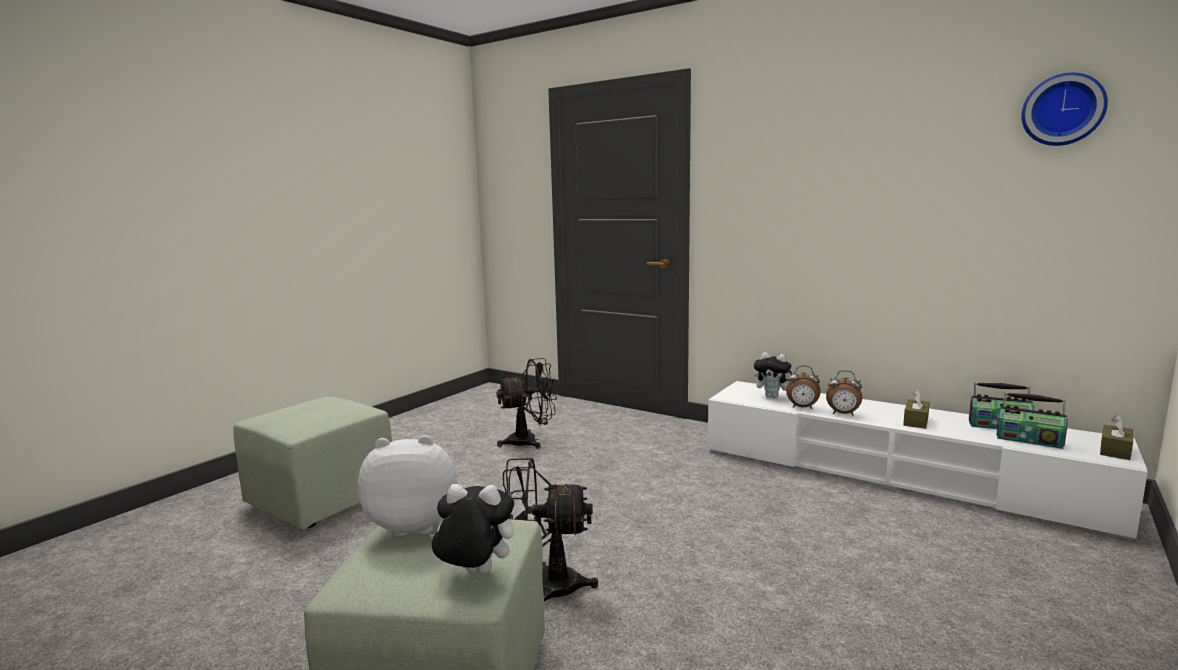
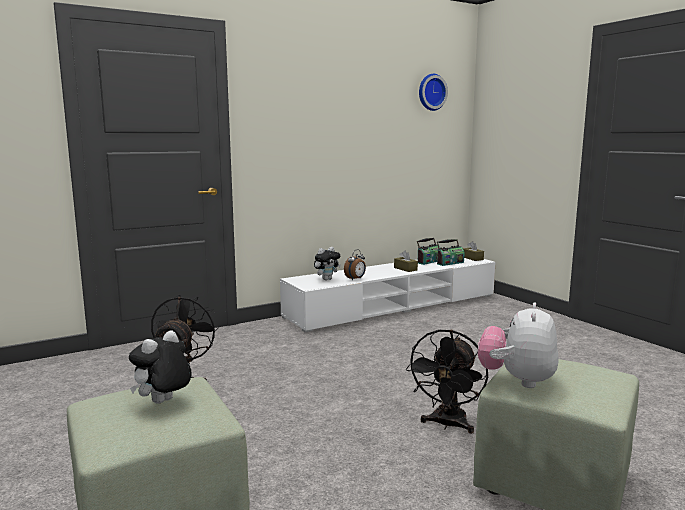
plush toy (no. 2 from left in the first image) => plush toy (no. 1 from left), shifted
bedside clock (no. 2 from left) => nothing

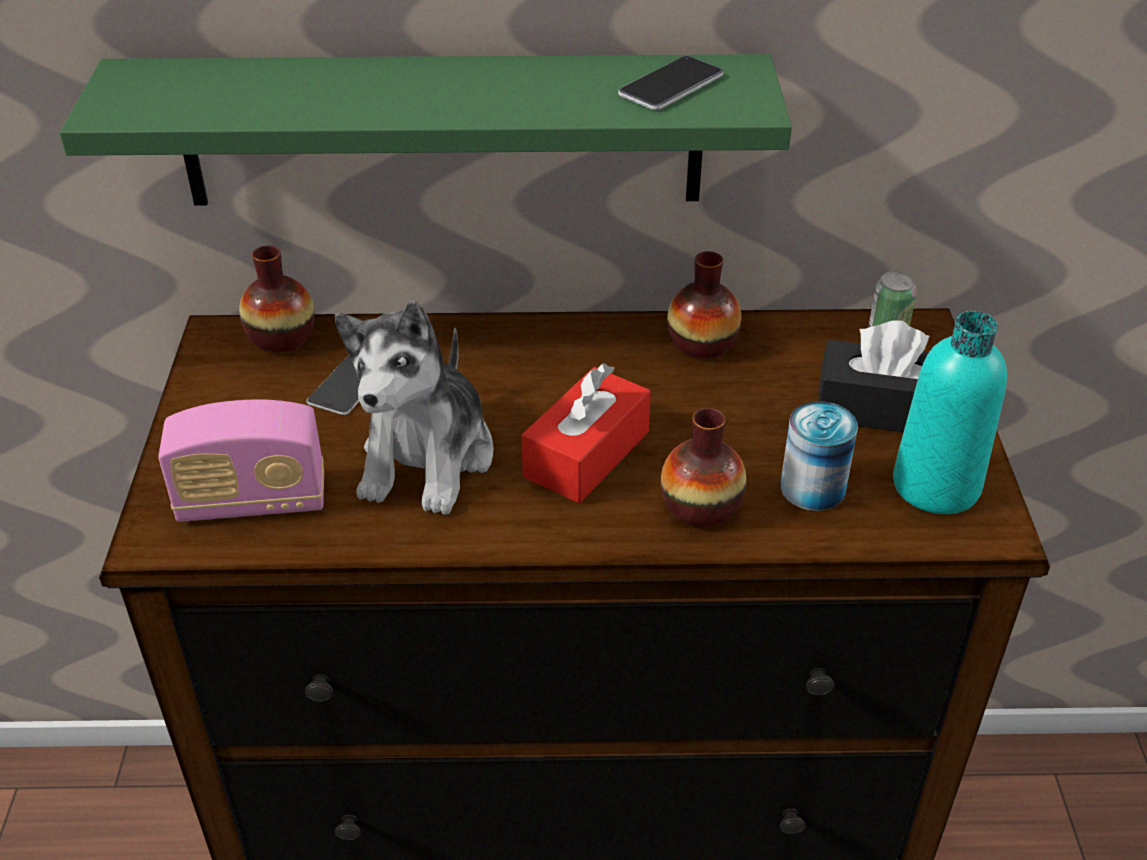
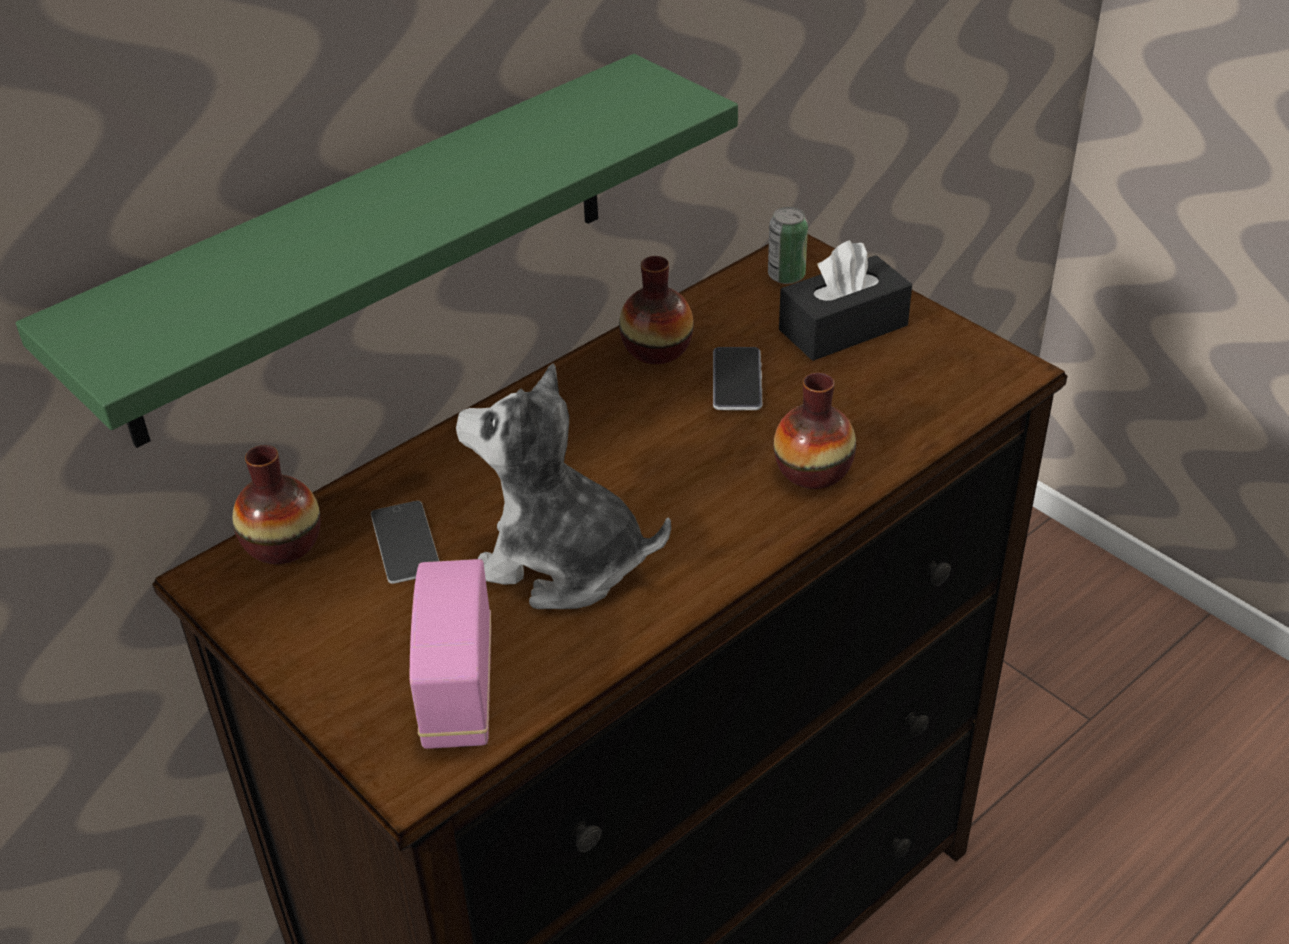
radio receiver, 135 degrees clockwise
plush toy, 135 degrees clockwise
red-coloured tissue holder => nothing
phone (no. 2 from left), shifted
can (no. 1 from left) => nothing
blue-green beverage bottle => nothing

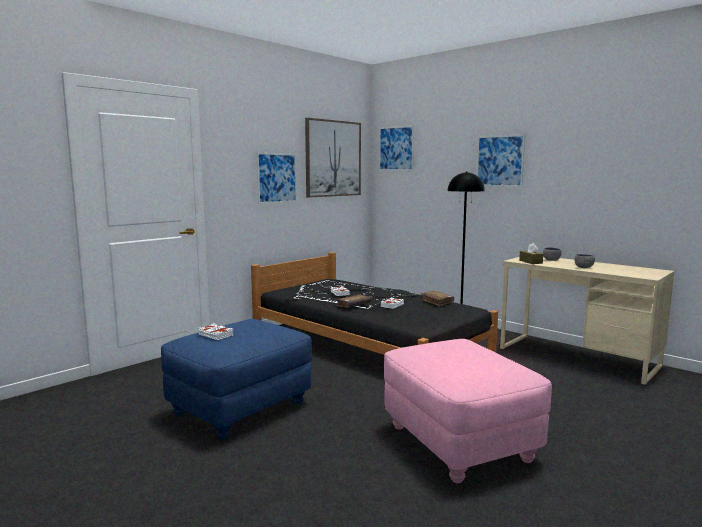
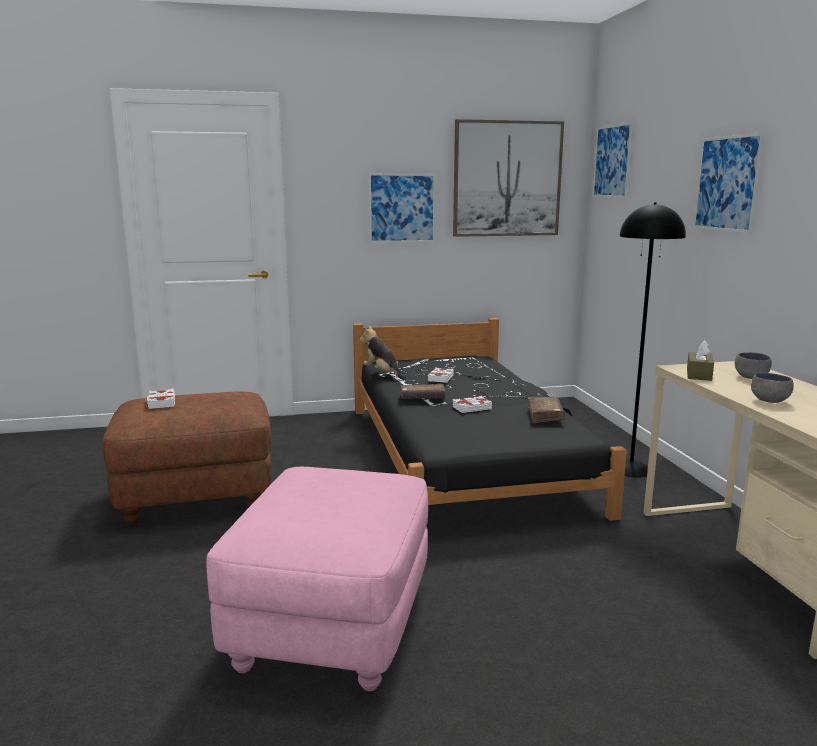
blue pouffe => brownish pouffe
nothing => plush toy

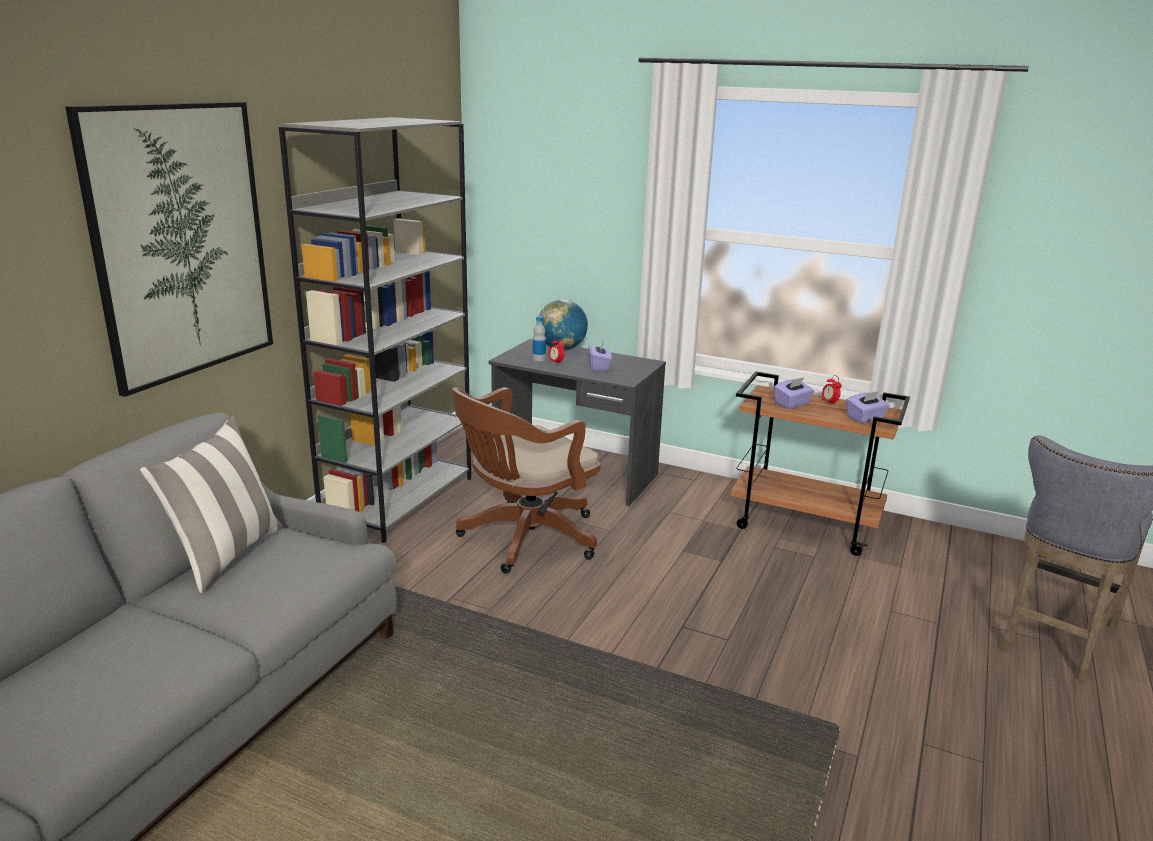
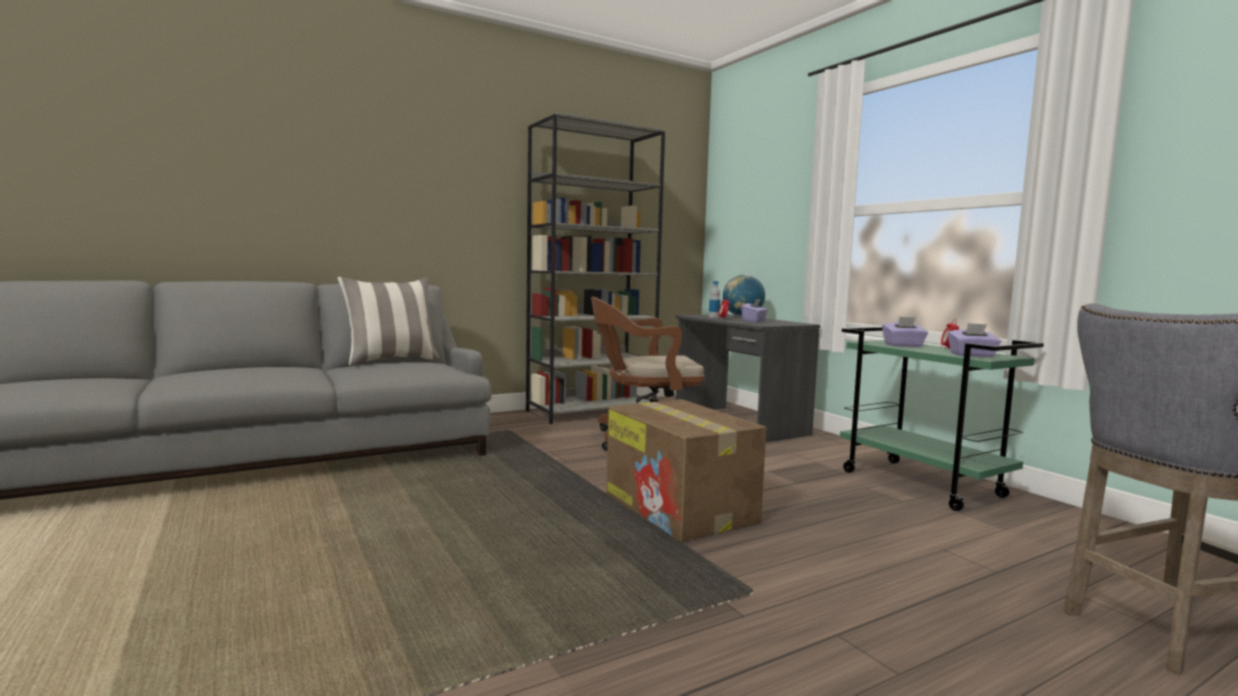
wall picture => nothing
brownish trolley => green-coloured trolley
nothing => packing box

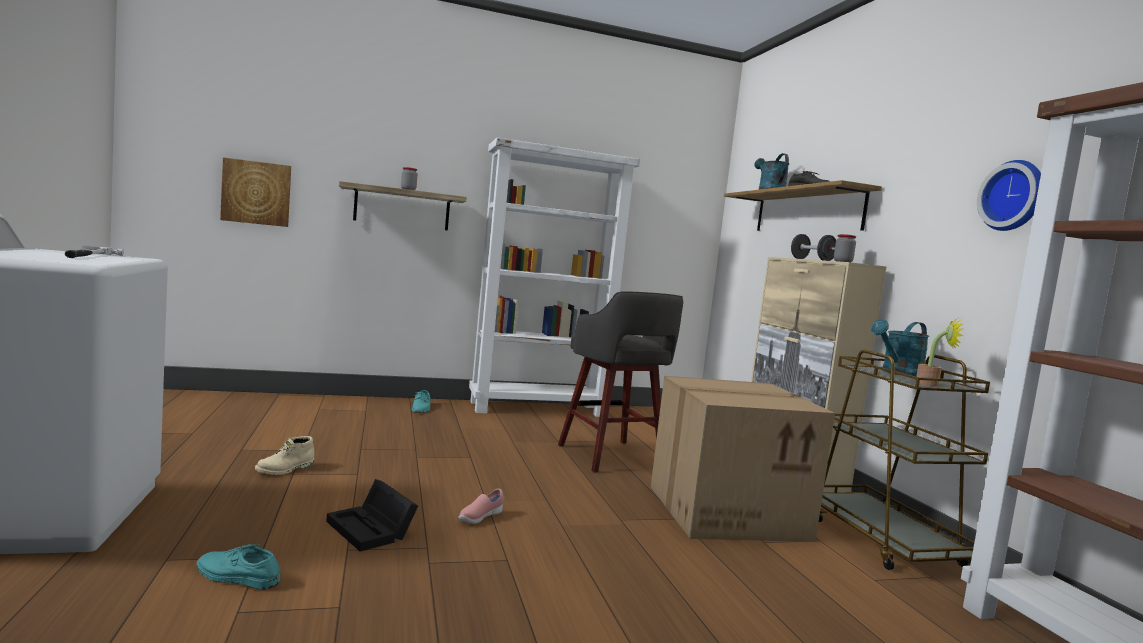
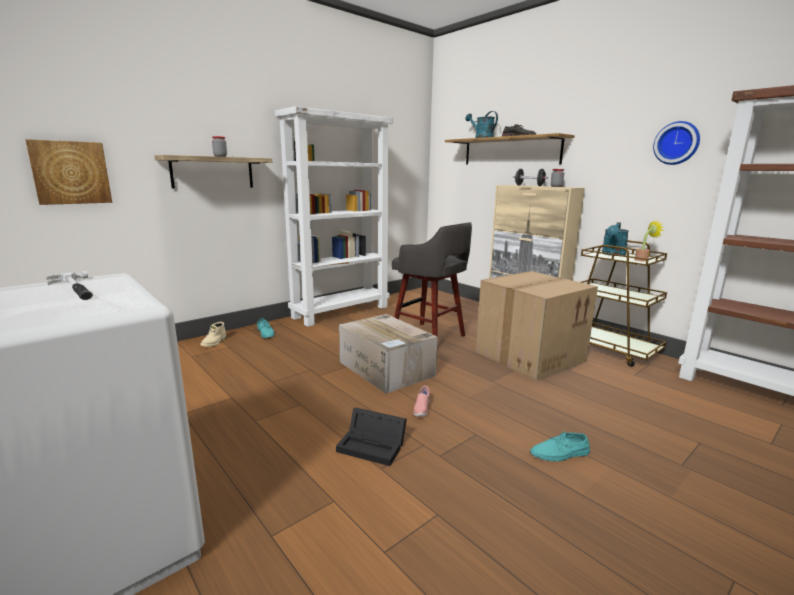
blue-green item of footwear (no. 1 from left in the first image) => blue-green item of footwear (no. 2 from left), shifted
beige tall boot, shifted
nothing => packing box (no. 1 from left)

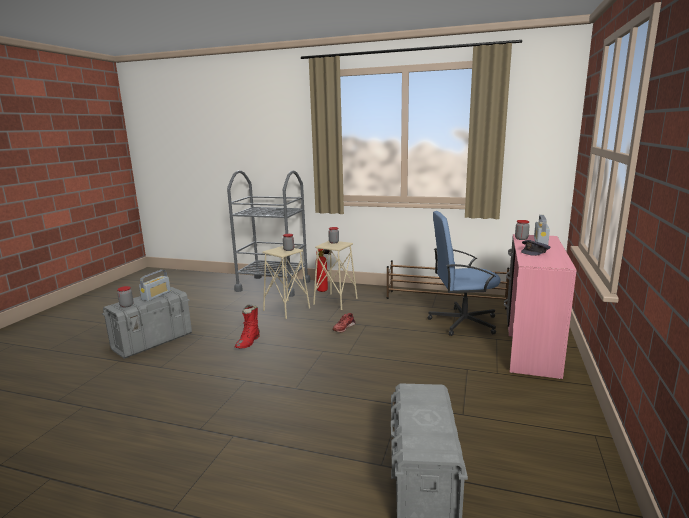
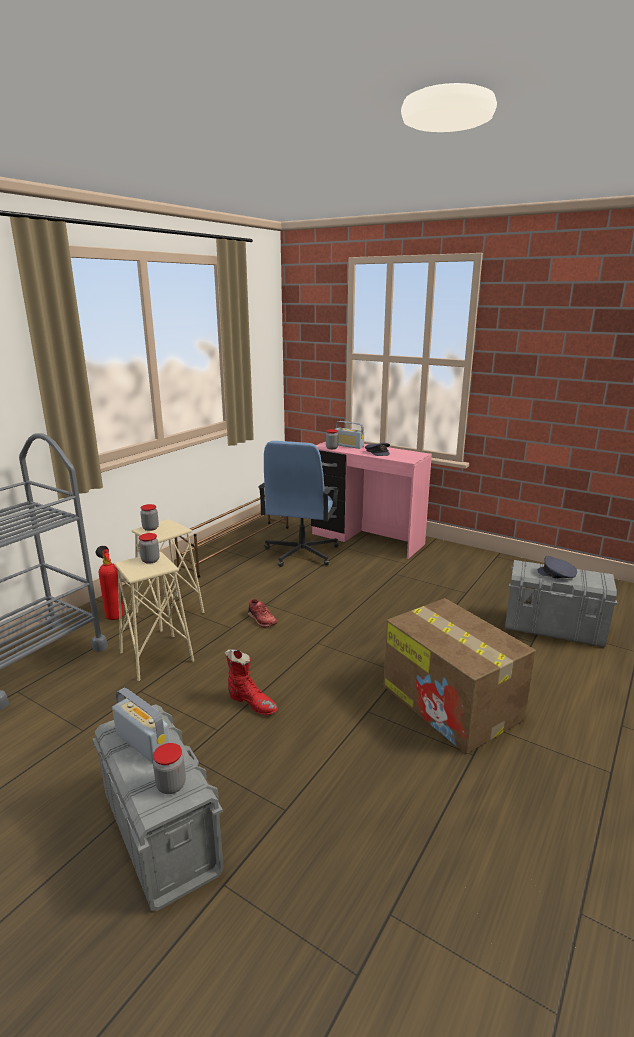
nothing => packing box
nothing => greyish baseball cap (no. 2 from left)

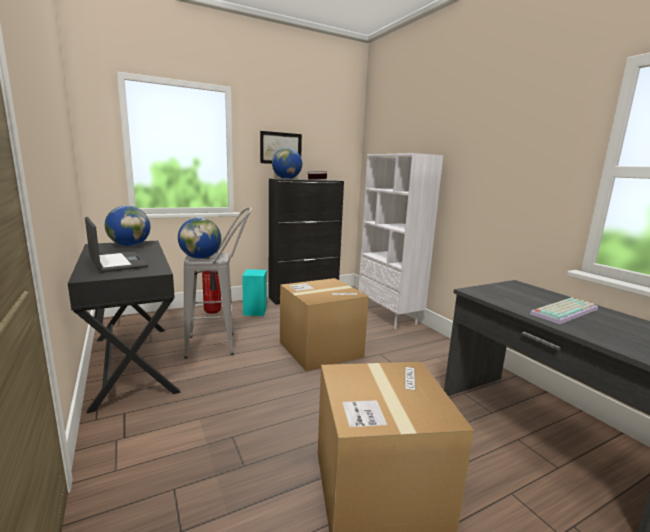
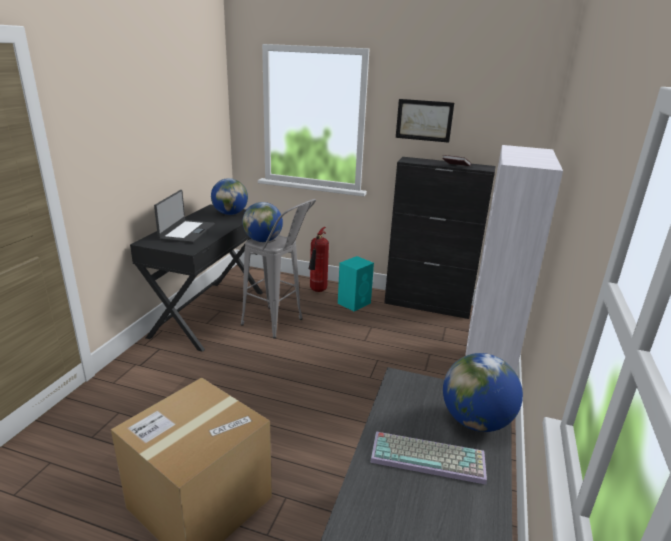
world globe (no. 3 from left), shifted
packing box (no. 1 from left) => nothing

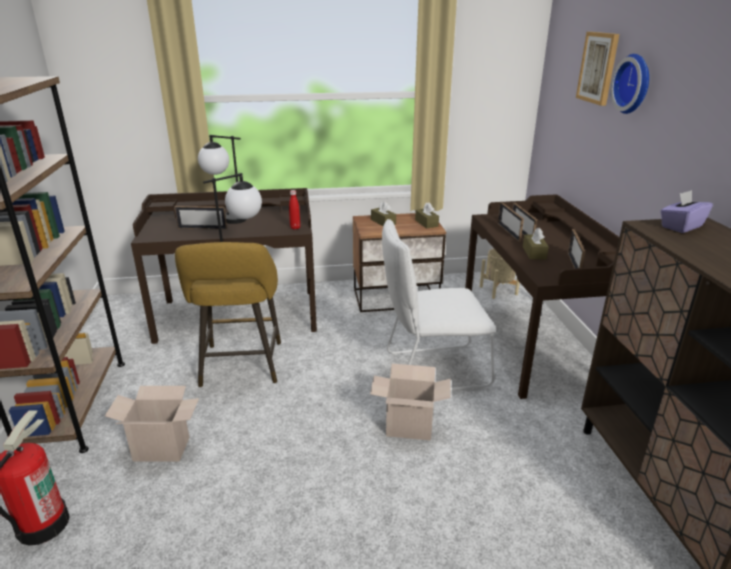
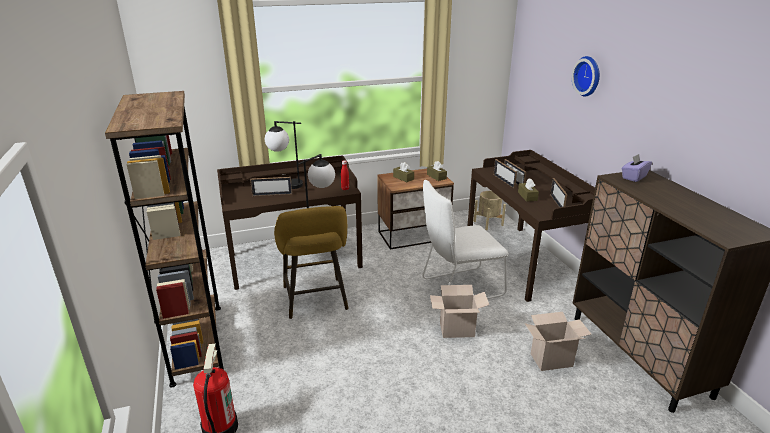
packing box (no. 1 from left in the first image) => packing box (no. 2 from left), shifted
wall picture => nothing

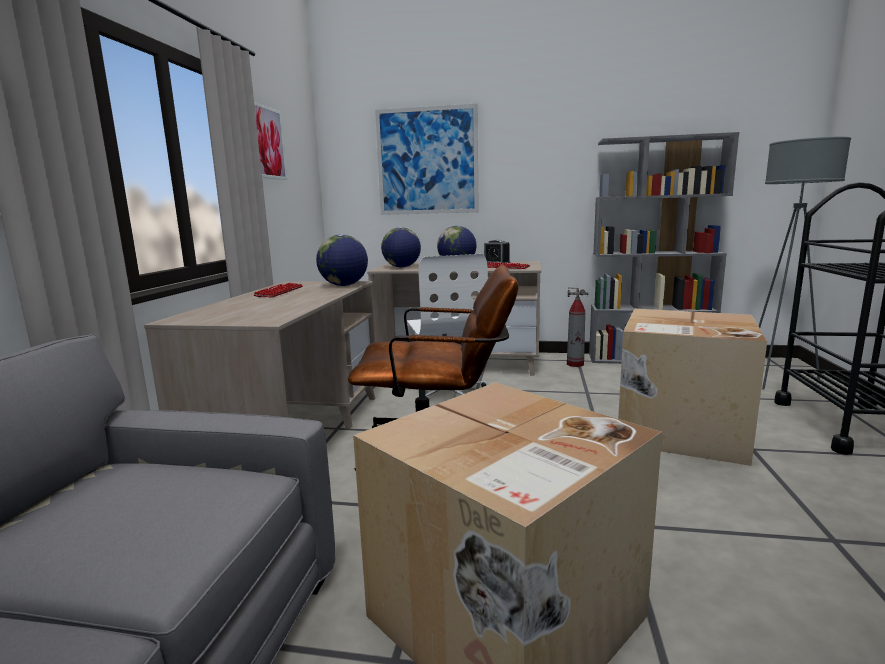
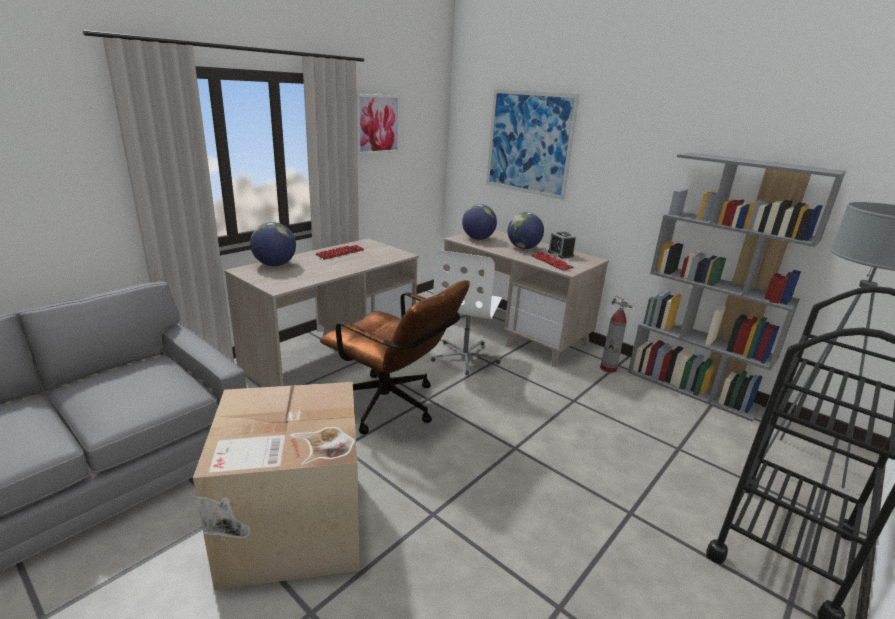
world globe (no. 1 from left), shifted
packing box (no. 2 from left) => nothing

